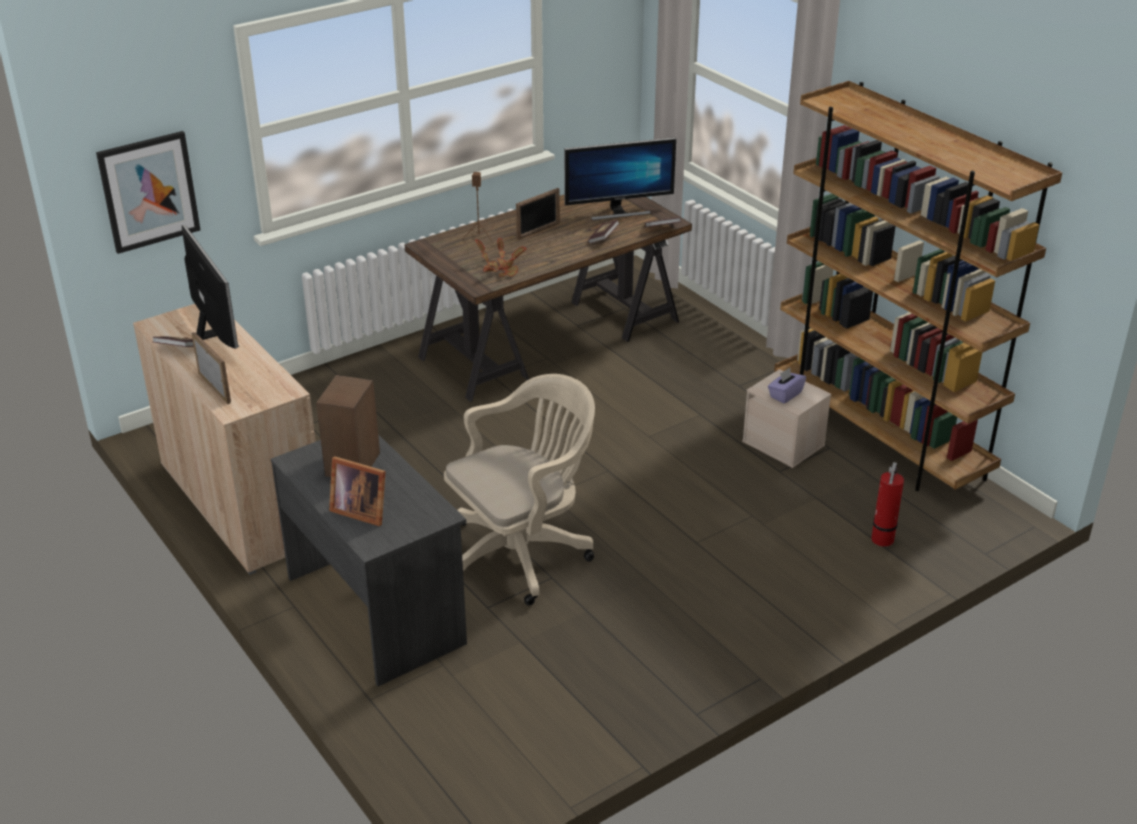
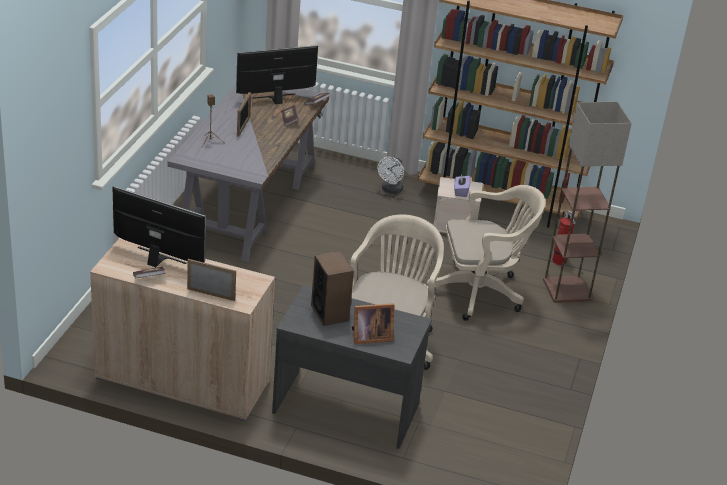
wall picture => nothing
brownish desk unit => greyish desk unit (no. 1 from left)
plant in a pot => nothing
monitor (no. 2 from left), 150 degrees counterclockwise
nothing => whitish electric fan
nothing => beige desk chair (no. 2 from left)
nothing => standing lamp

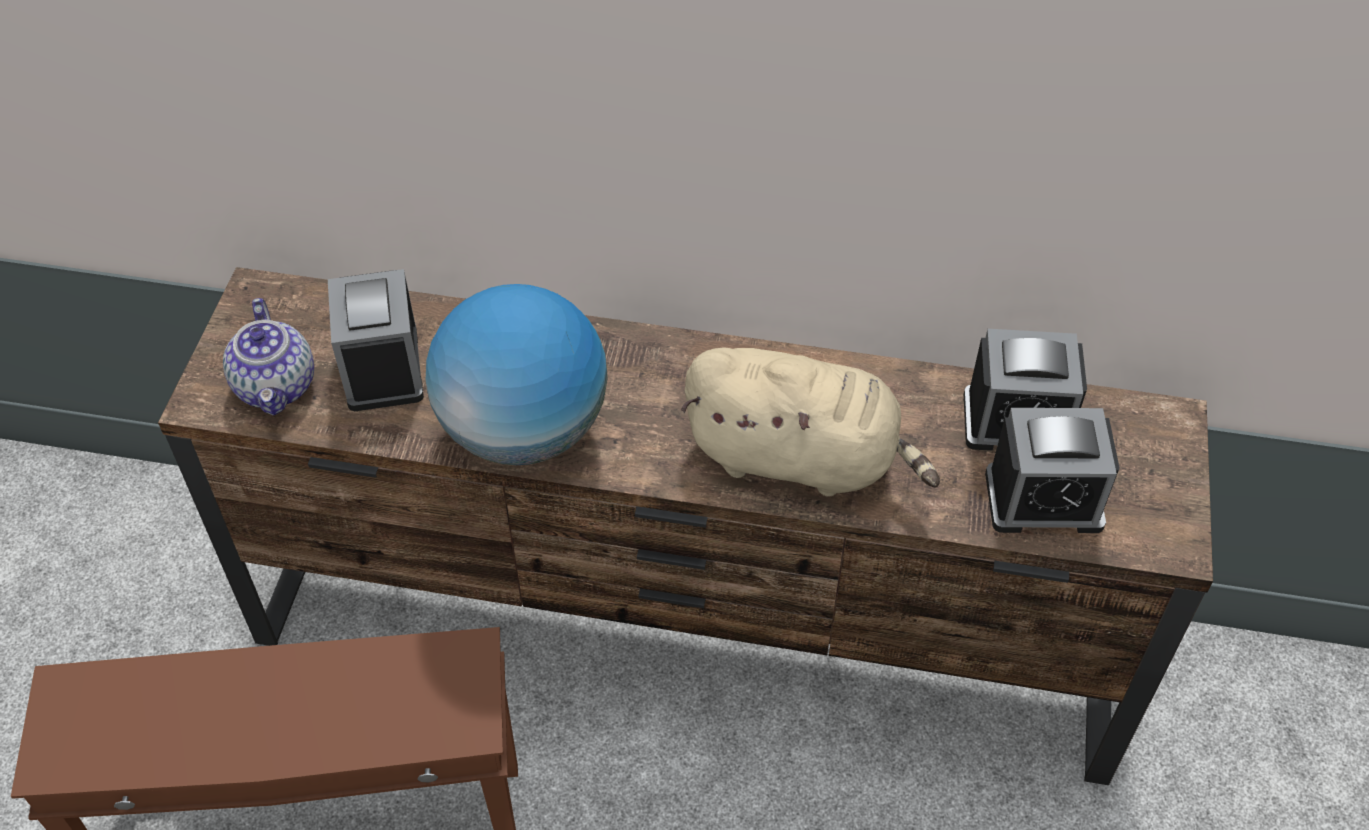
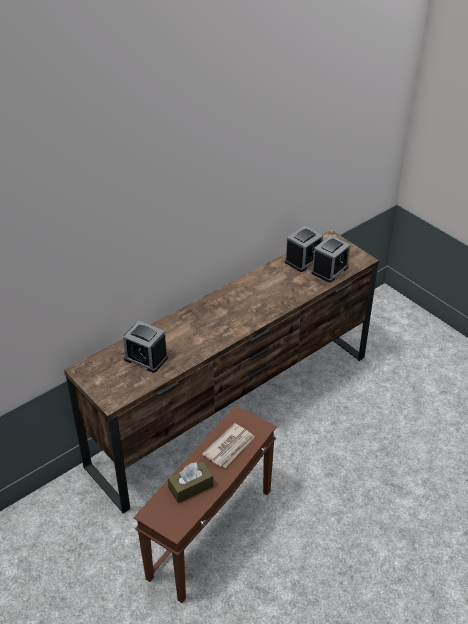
pot for tea => nothing
world globe => nothing
beige plush toy => nothing
nothing => brownish tissue holder
nothing => newspaper

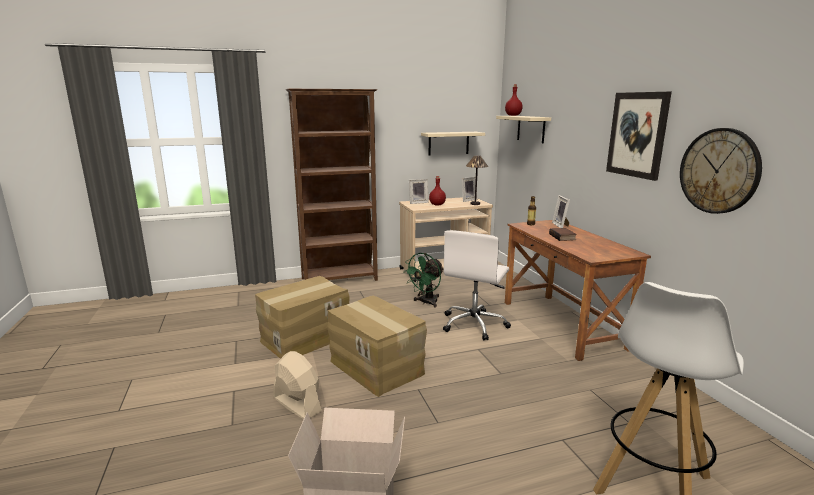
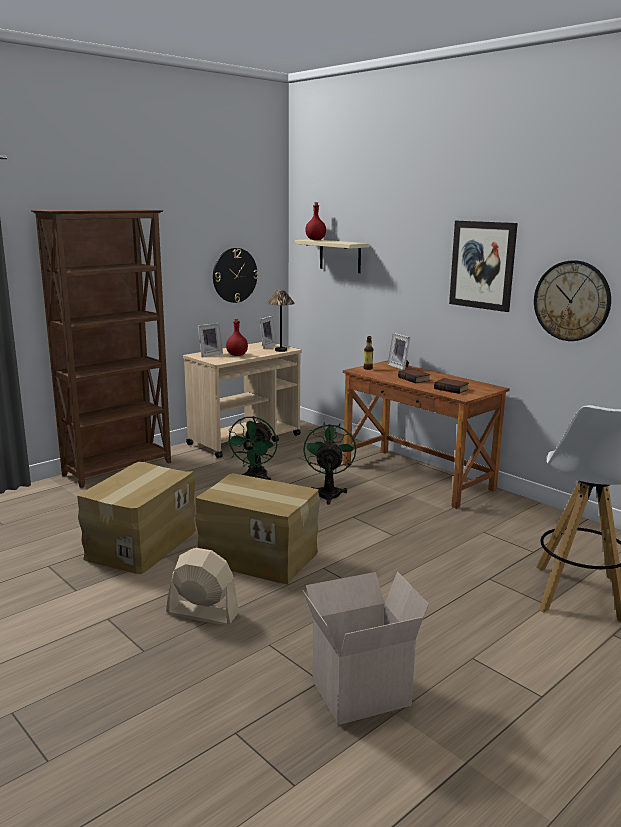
beige shelf (no. 1 from left) => hanging clock (no. 1 from left)
whitish desk chair => green-coloured electric fan (no. 2 from left)
nothing => volume (no. 2 from left)

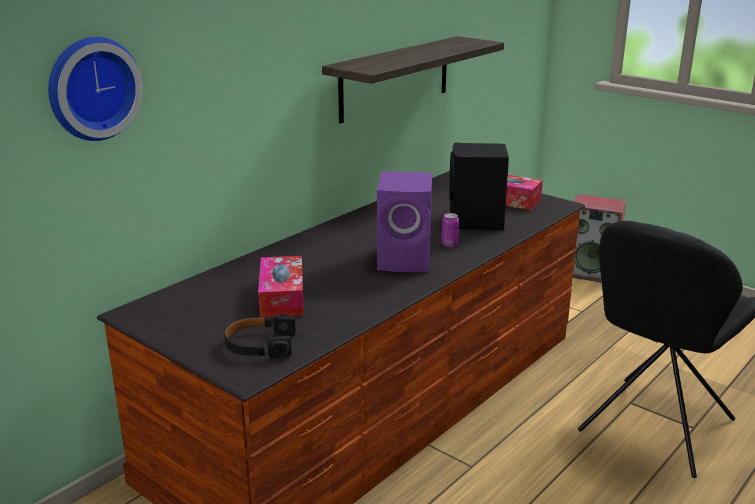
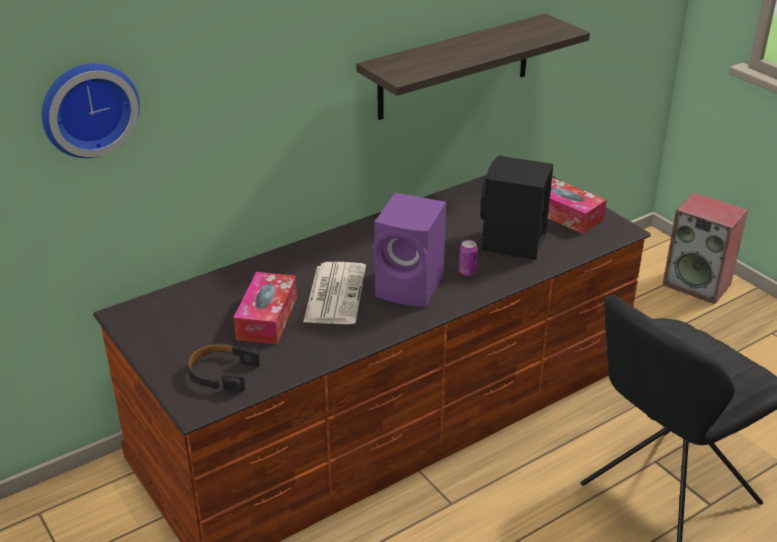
nothing => newspaper

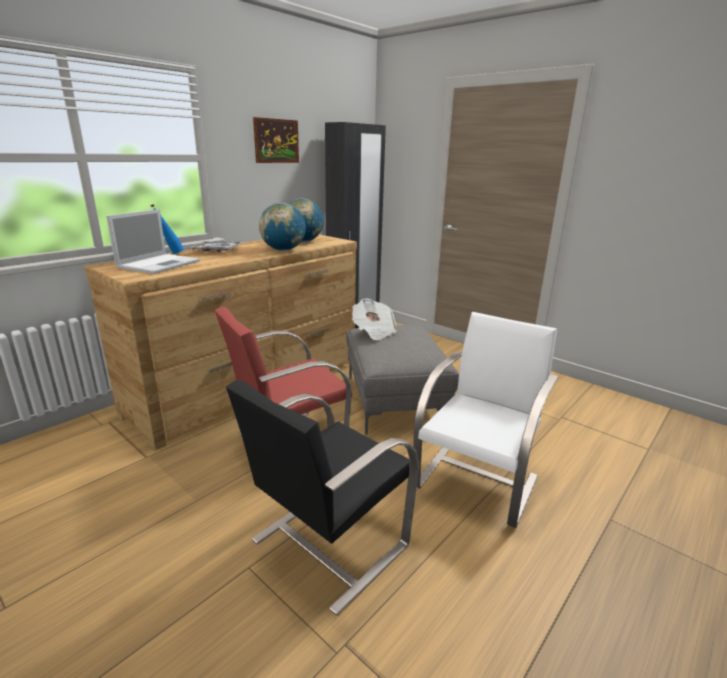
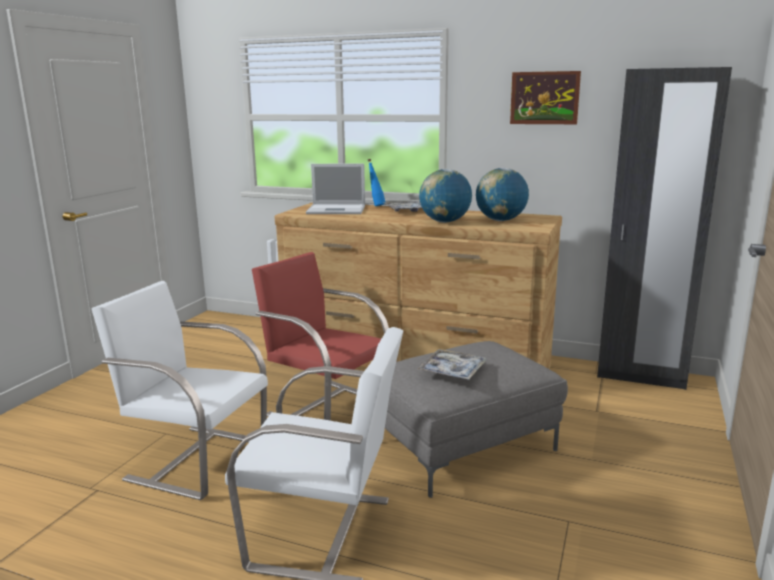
black-coloured chair => whitish chair (no. 1 from left)
newspaper => nothing
nothing => serving tray (no. 2 from left)

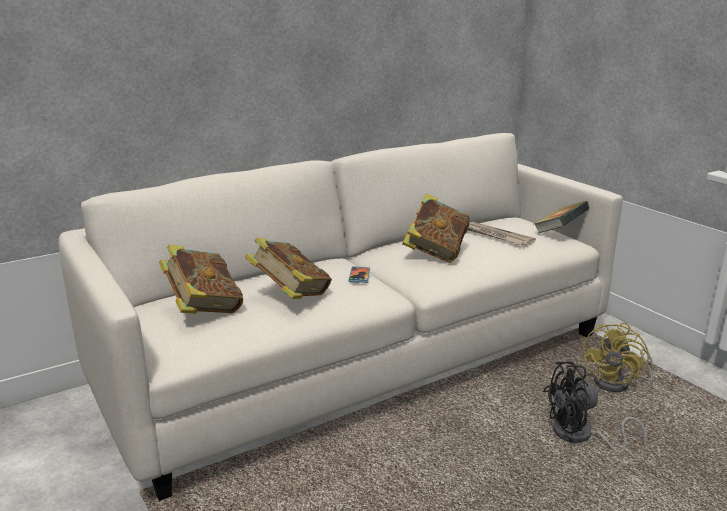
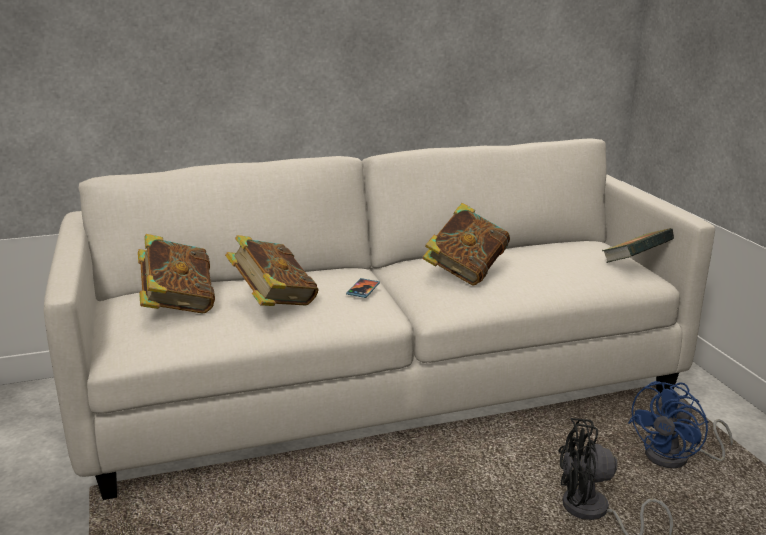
newspaper => nothing
yellowish electric fan => blue electric fan

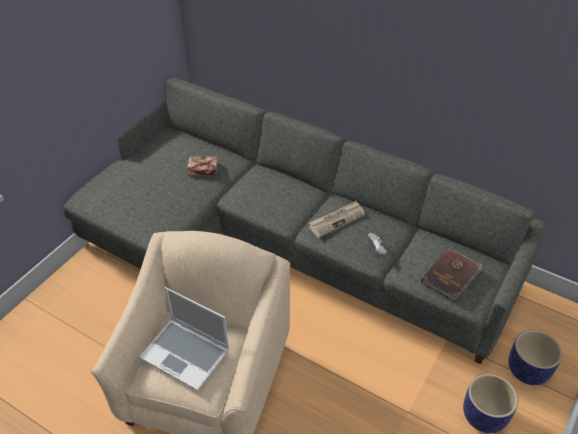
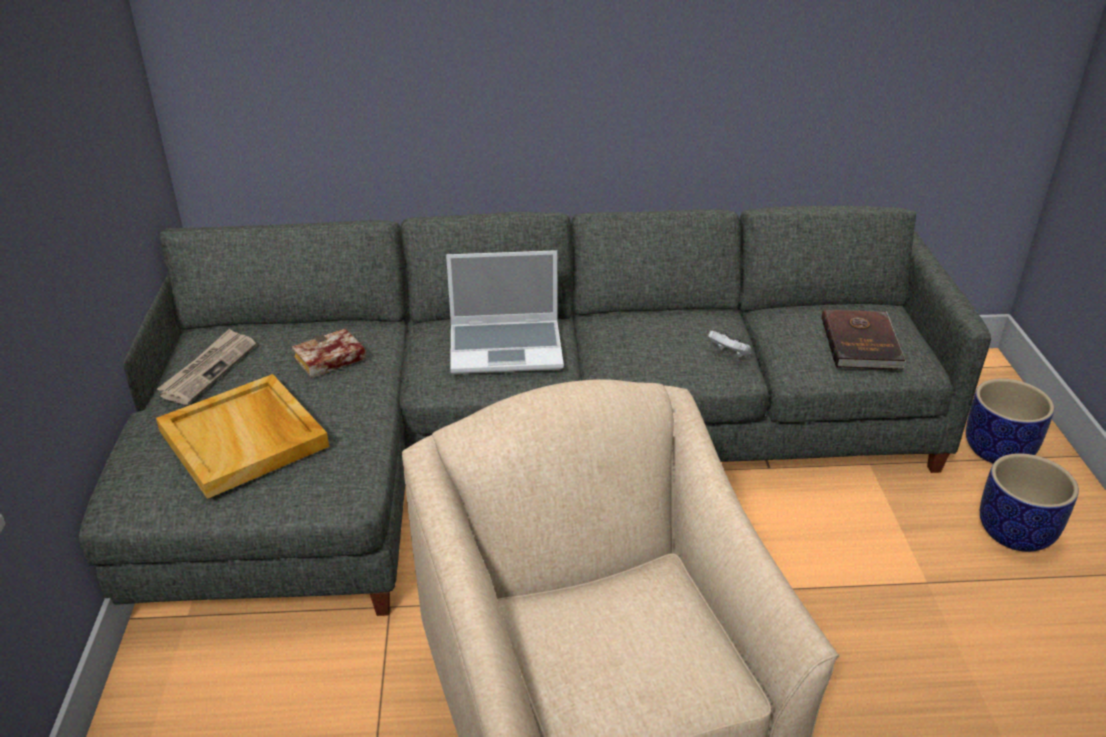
laptop, shifted
newspaper, shifted
nothing => beige serving tray

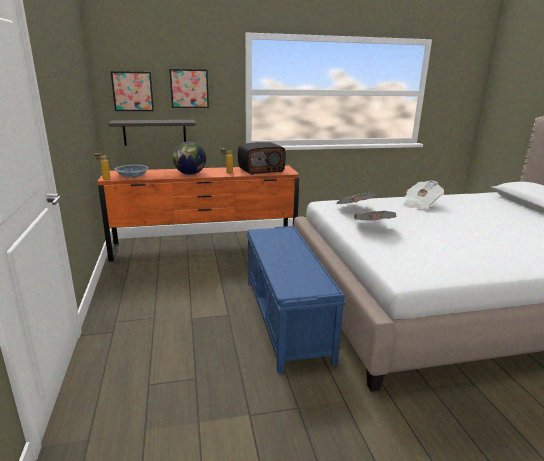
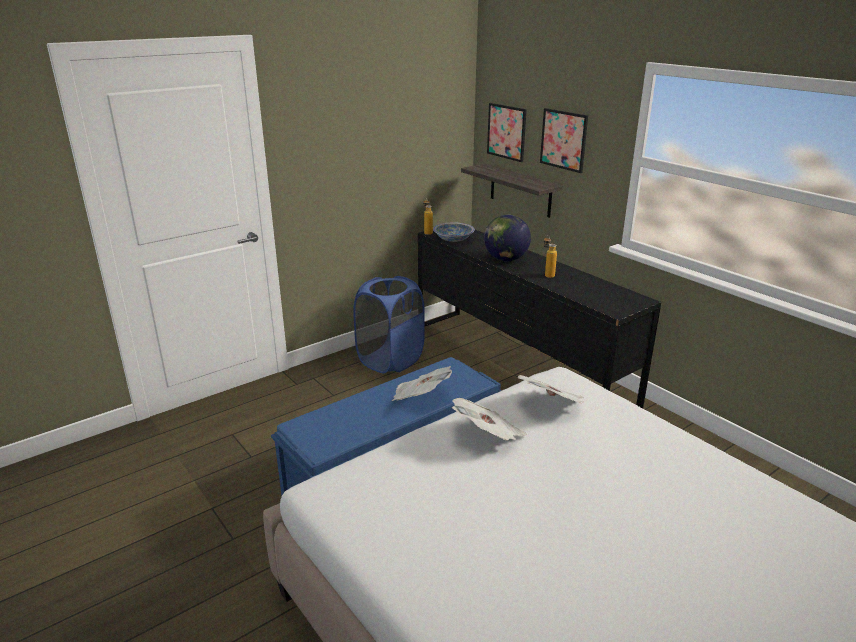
orange-coloured chest of drawers => black-coloured chest of drawers
radio receiver => nothing
newspaper (no. 3 from left in the first image) => newspaper (no. 1 from left), shifted
nothing => blue washing basket

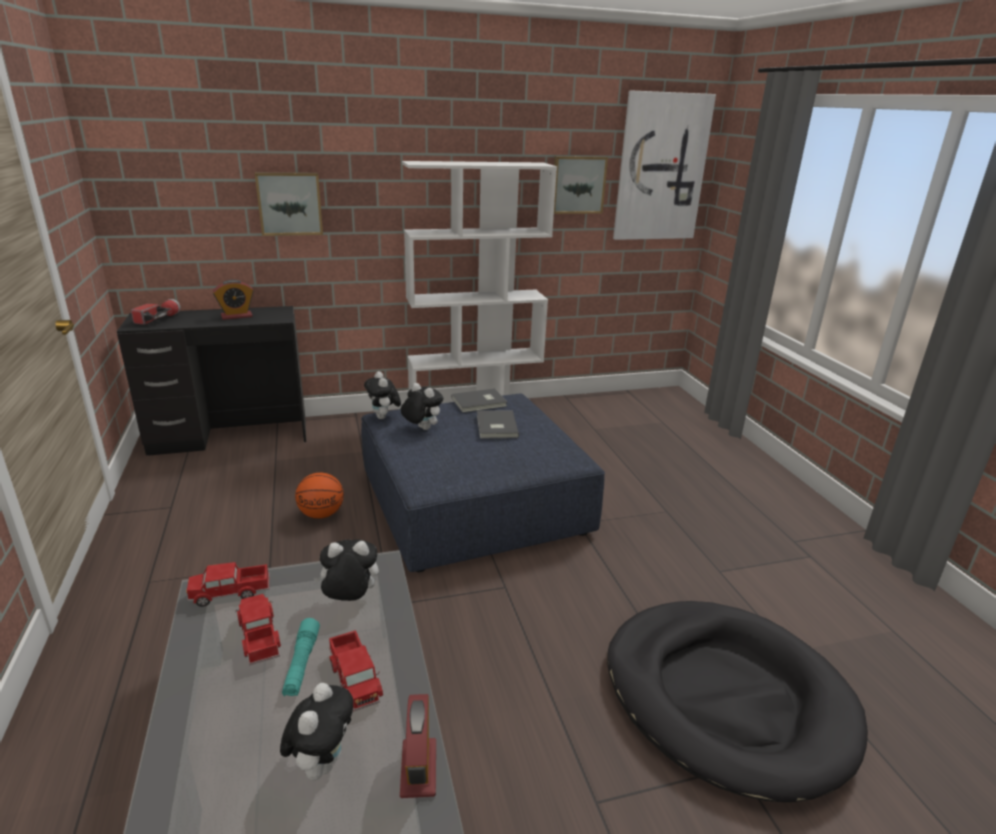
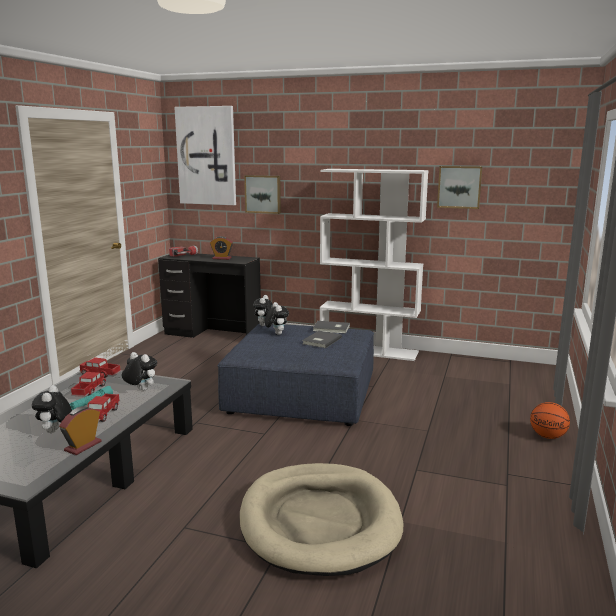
plush toy (no. 1 from left), 135 degrees clockwise
ball for basketball, shifted
black-coloured dog bed => beige dog bed
wall picture (no. 3 from left in the first image) => wall picture (no. 1 from left), shifted

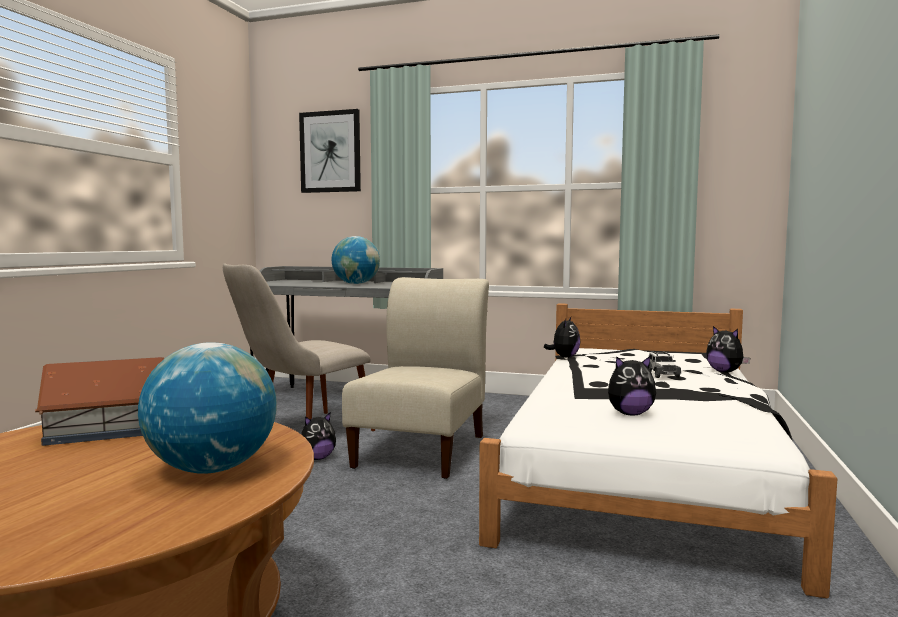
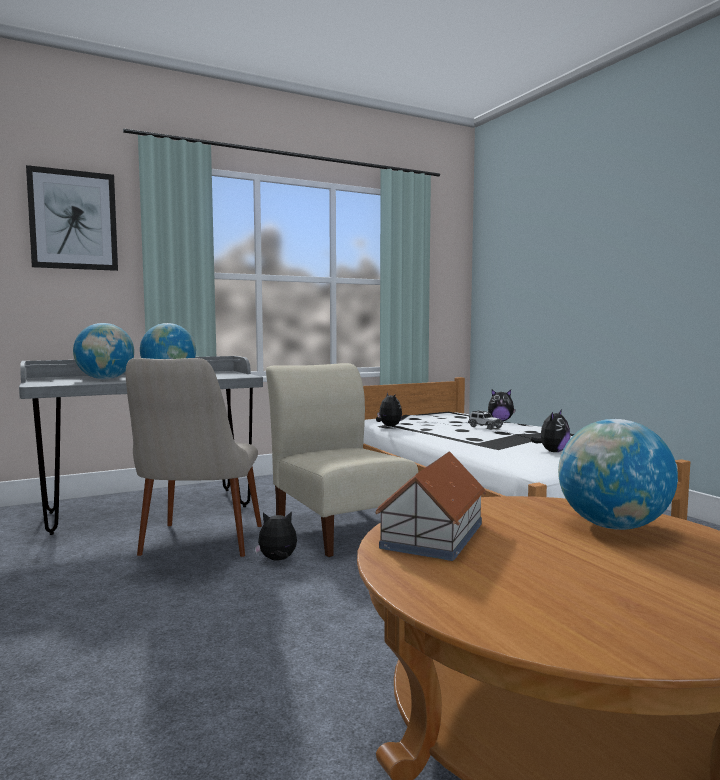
plush toy (no. 1 from left), 105 degrees counterclockwise
nothing => world globe (no. 1 from left)

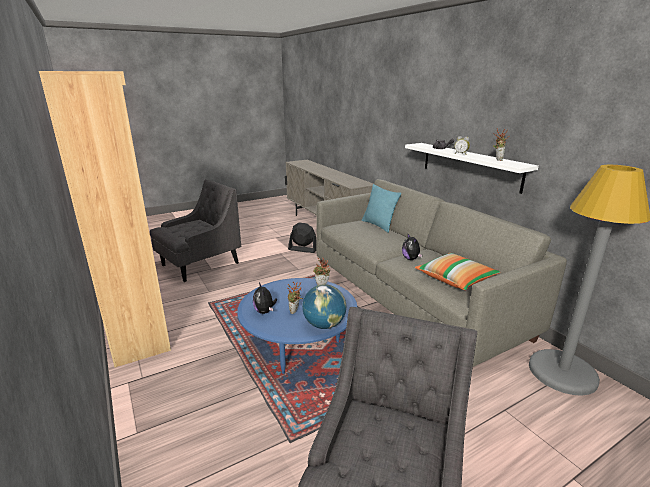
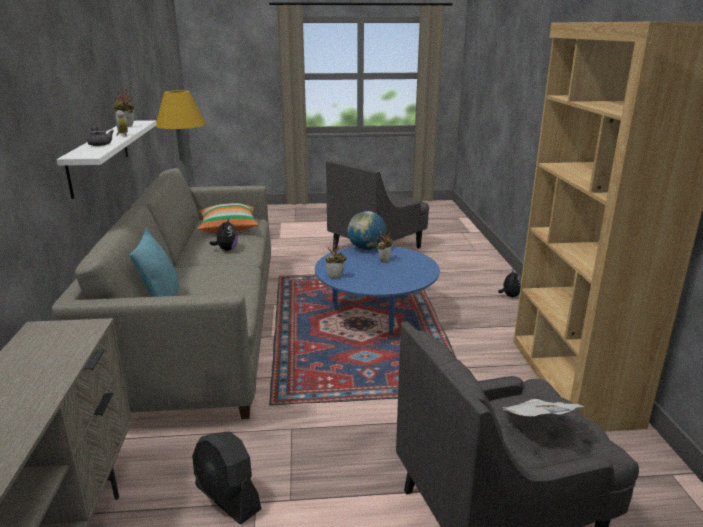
plush toy (no. 1 from left in the first image) => plush toy (no. 2 from left), shifted
nothing => newspaper

